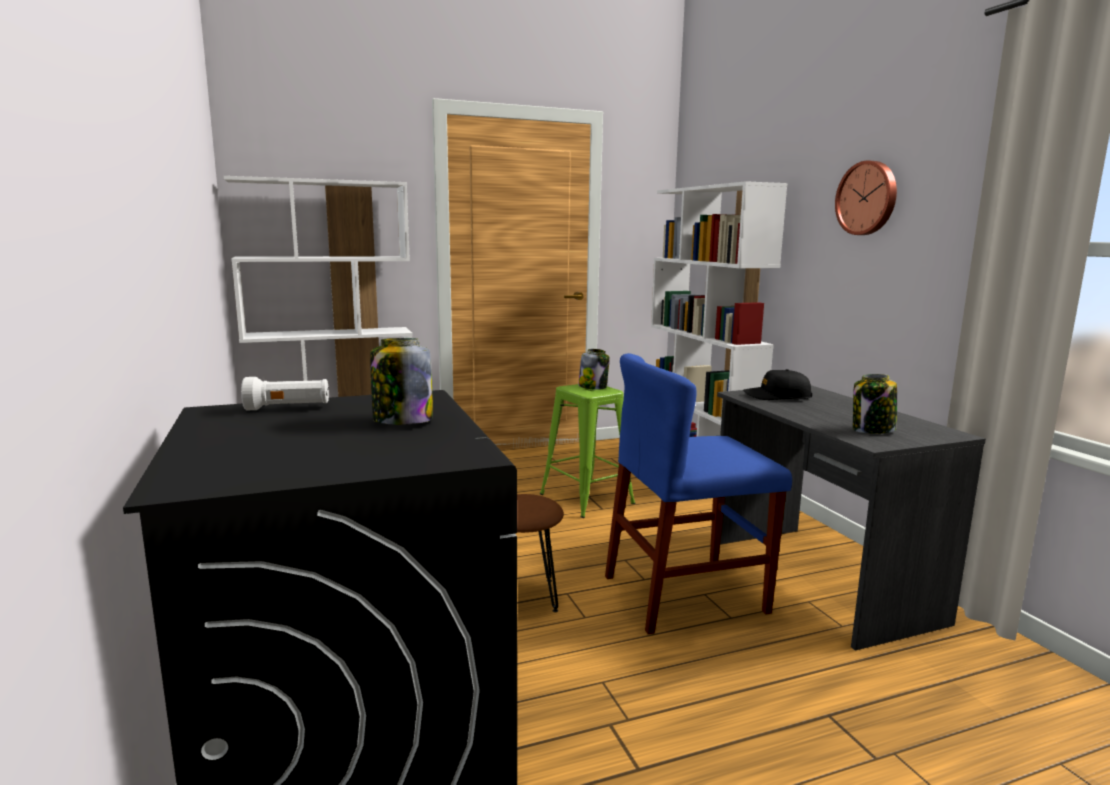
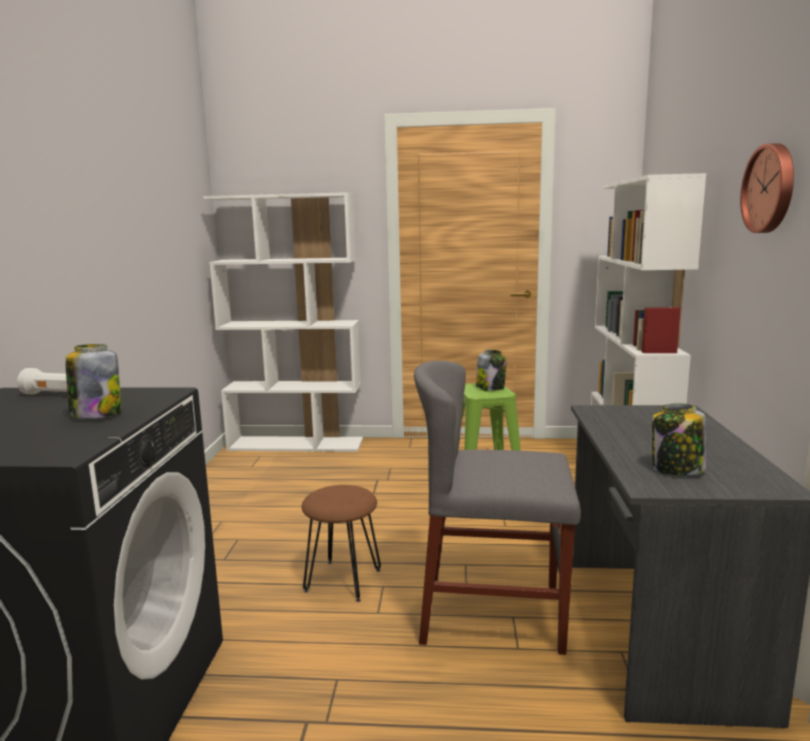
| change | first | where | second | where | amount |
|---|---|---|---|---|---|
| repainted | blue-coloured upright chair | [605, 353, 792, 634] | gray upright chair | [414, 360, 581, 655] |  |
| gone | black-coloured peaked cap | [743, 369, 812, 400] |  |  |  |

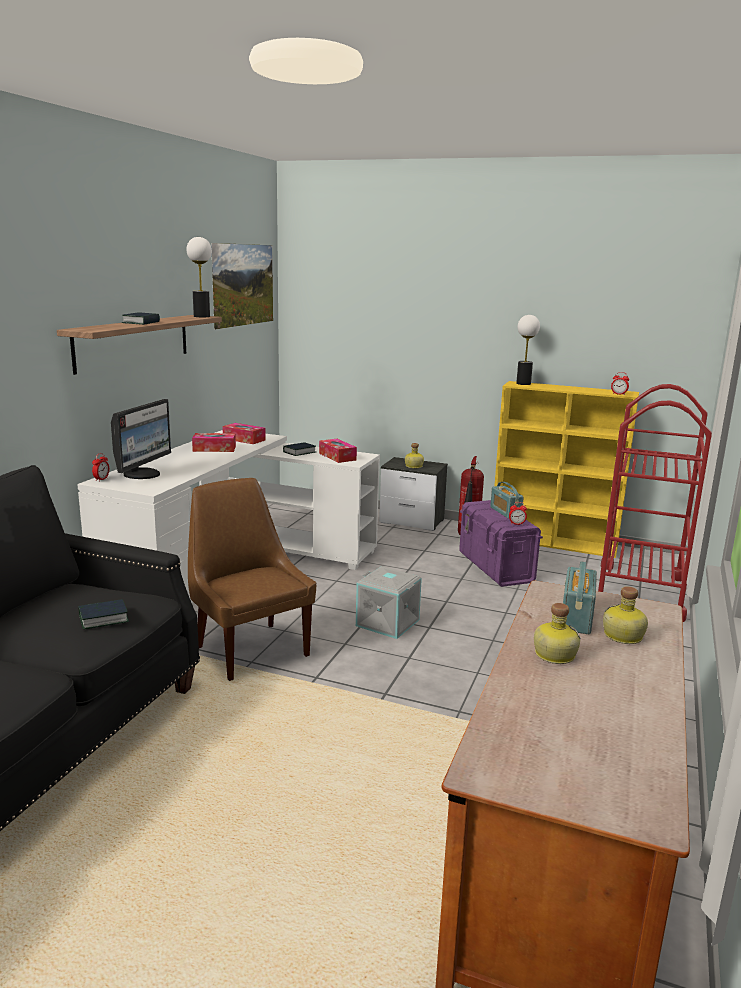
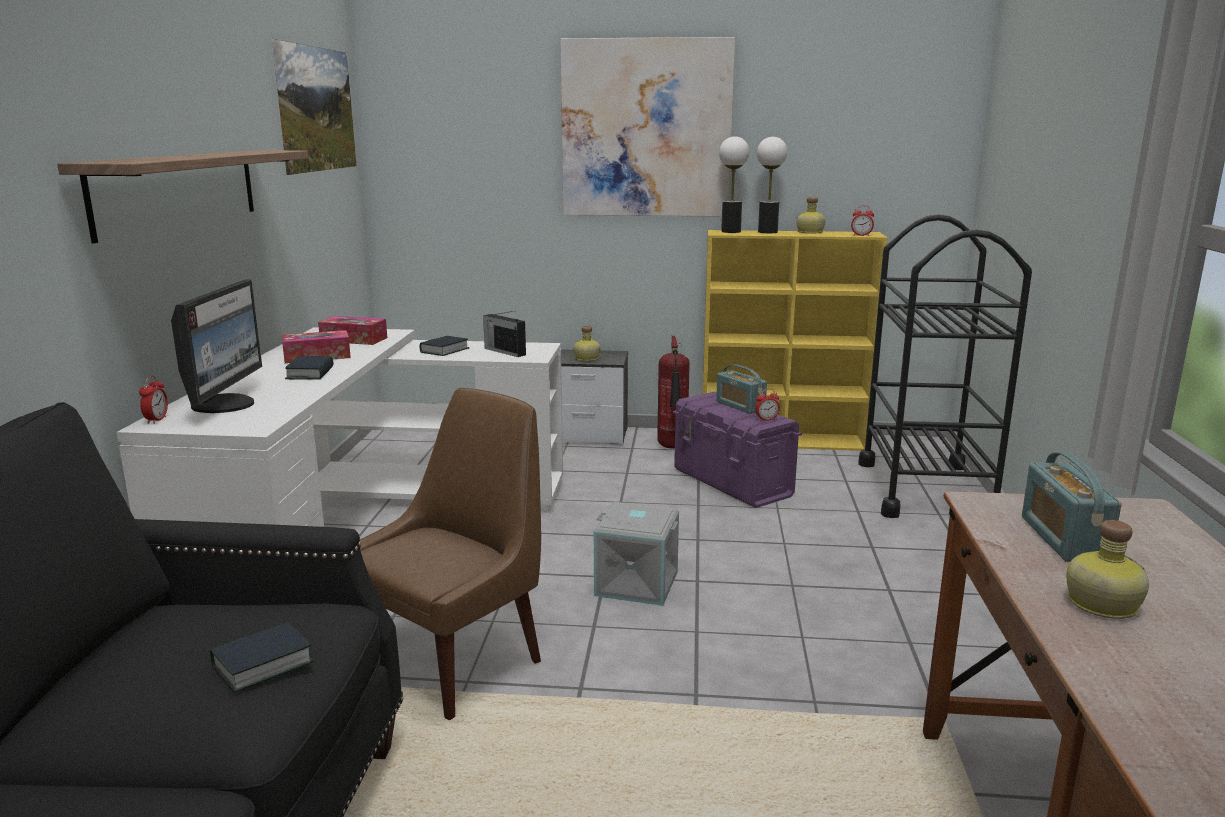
| change | first | where | second | where | amount |
|---|---|---|---|---|---|
| shifted | table lamp | [187, 237, 212, 317] |  | [757, 137, 787, 233] |  |
| shifted | book | [122, 312, 160, 325] |  | [285, 356, 333, 380] |  |
| repainted | red trolley | [598, 384, 712, 622] | black-coloured trolley | [858, 214, 1032, 518] |  |
| swapped | box of tissues | [319, 439, 357, 463] | radio | [483, 311, 526, 357] |  |
| rotated | brown-coloured upright chair | [188, 478, 316, 681] |  | [360, 388, 541, 720] | 90 degrees clockwise |
| shifted | bottle | [603, 586, 648, 644] |  | [796, 197, 825, 233] |  |
| new |  |  | picture | [560, 37, 735, 217] |  |

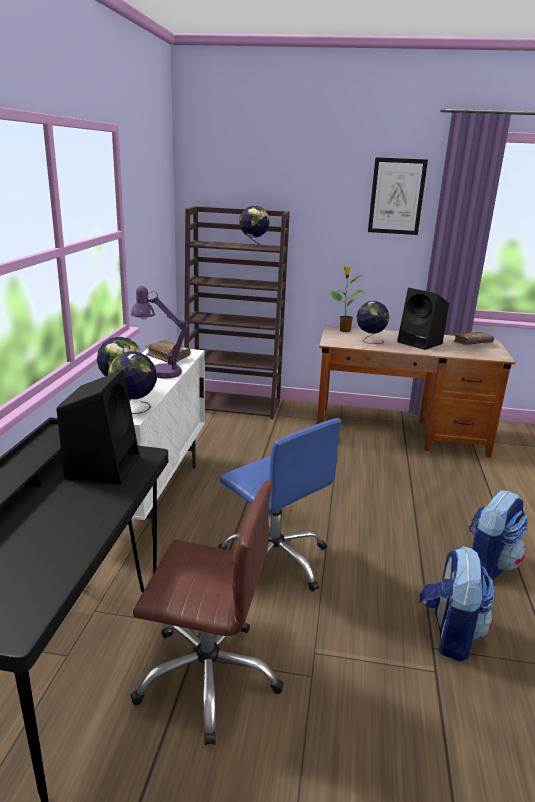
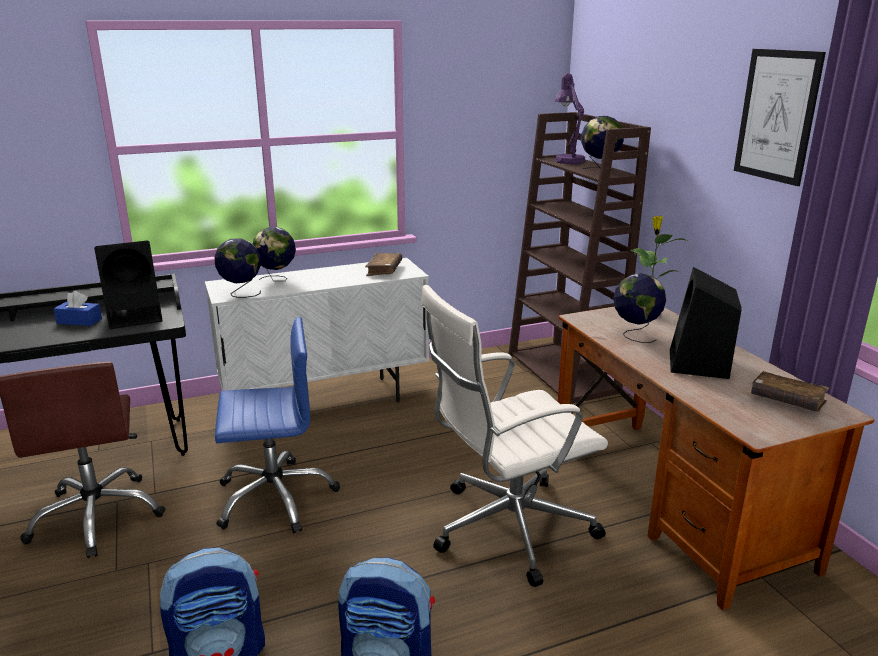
| change | first | where | second | where | amount |
|---|---|---|---|---|---|
| shifted | purple-coloured table lamp | [131, 286, 189, 379] |  | [555, 73, 585, 164] |  |
| rotated | blue-coloured desk chair | [218, 418, 342, 591] |  | [215, 317, 340, 533] | 120 degrees counterclockwise |
| new |  |  | white desk chair | [421, 285, 608, 587] |  |
| new |  |  | blue-coloured box of tissues | [54, 291, 102, 326] |  |

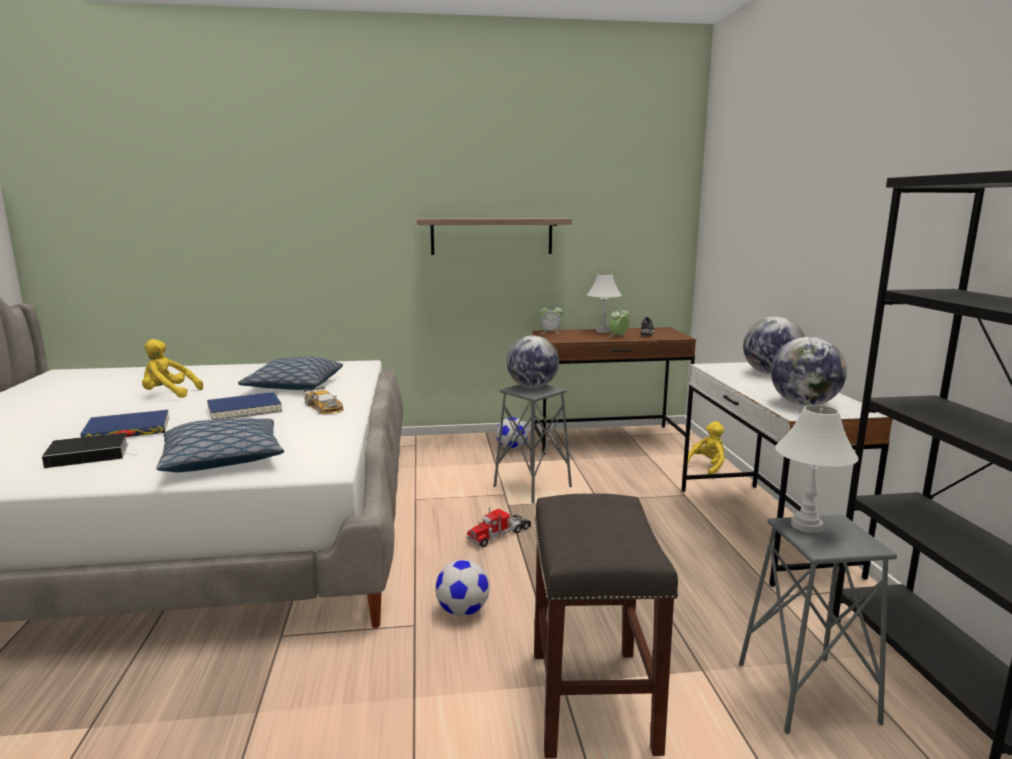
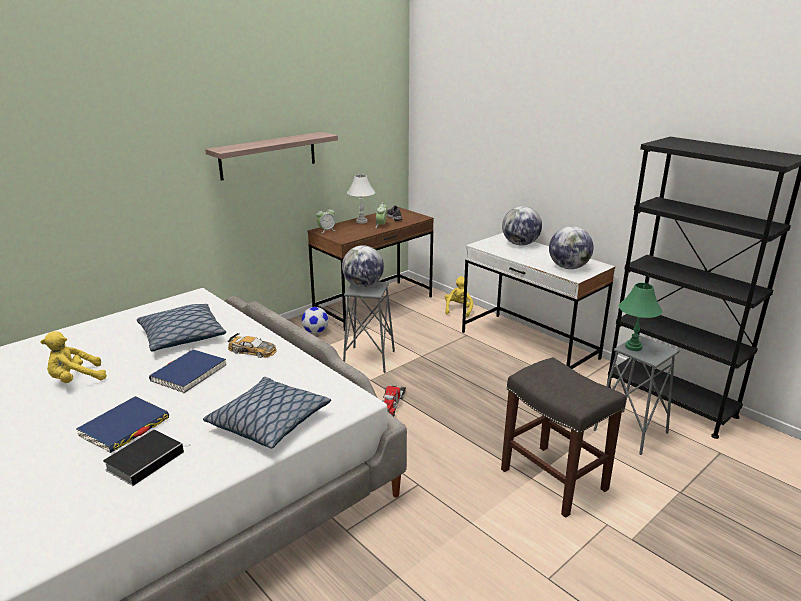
| change | first | where | second | where | amount |
|---|---|---|---|---|---|
| repainted | white table lamp | [775, 405, 859, 533] | green-coloured table lamp | [619, 283, 662, 351] |  |
| gone | football ball | [435, 560, 490, 617] |  |  |  |

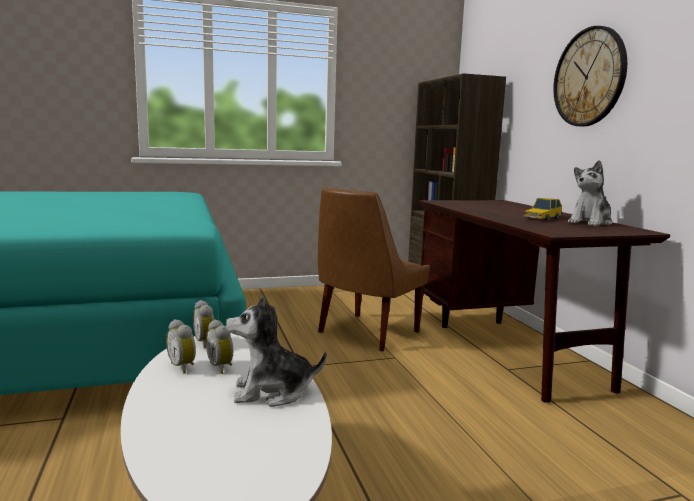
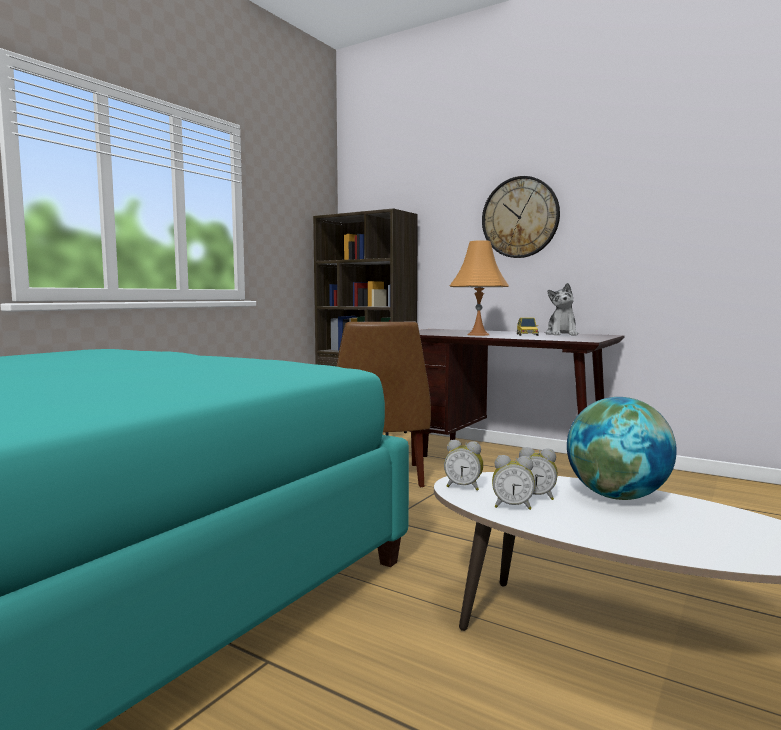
| change | first | where | second | where | amount |
|---|---|---|---|---|---|
| swapped | cuddly toy | [226, 295, 327, 407] | globe | [567, 397, 677, 500] |  |
| new |  |  | orange table lamp | [450, 240, 509, 336] |  |

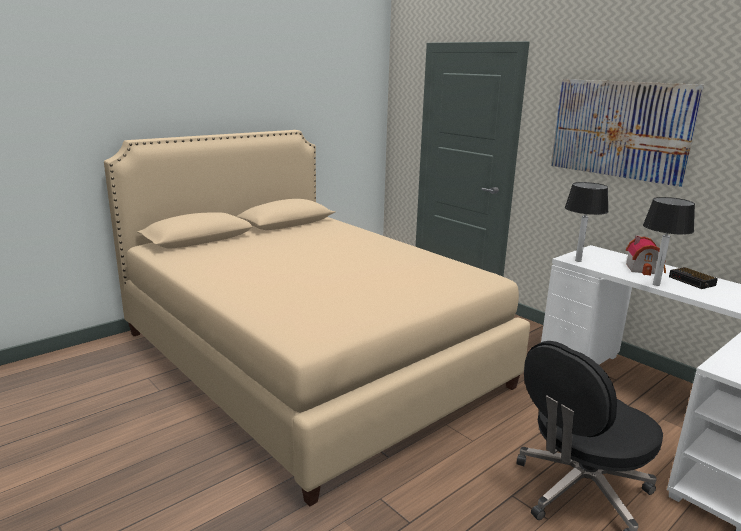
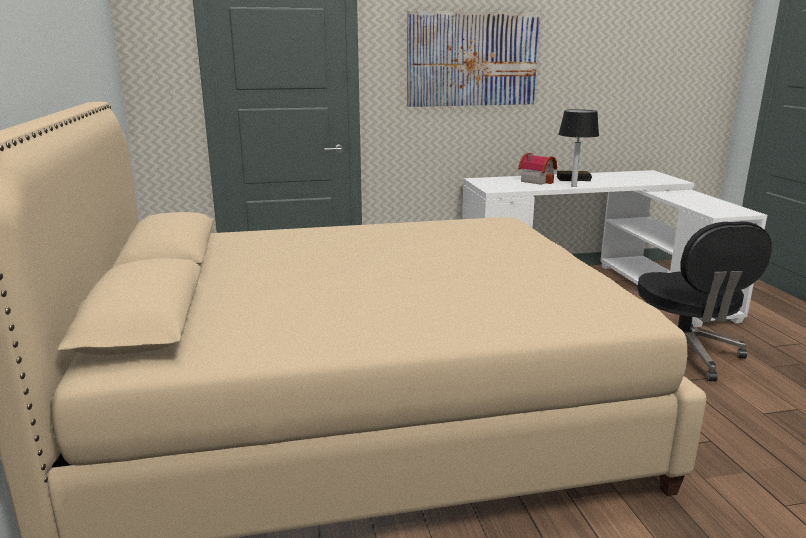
| change | first | where | second | where | amount |
|---|---|---|---|---|---|
| gone | table lamp | [565, 182, 609, 262] |  |  |  |

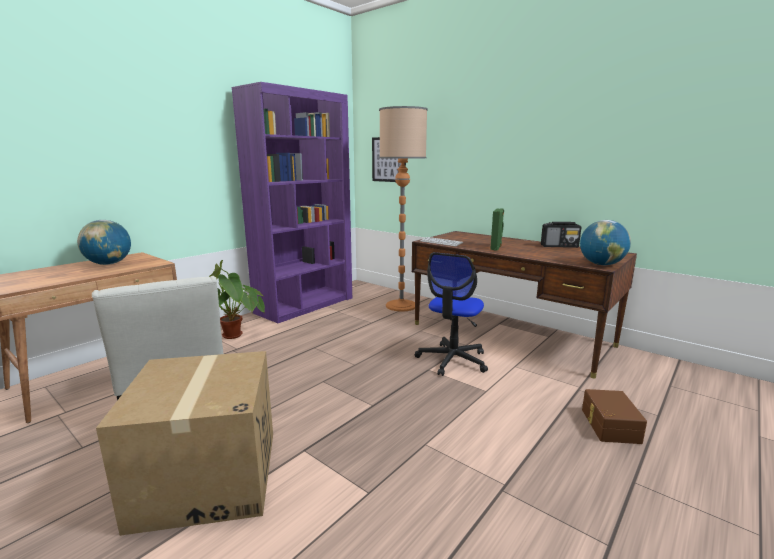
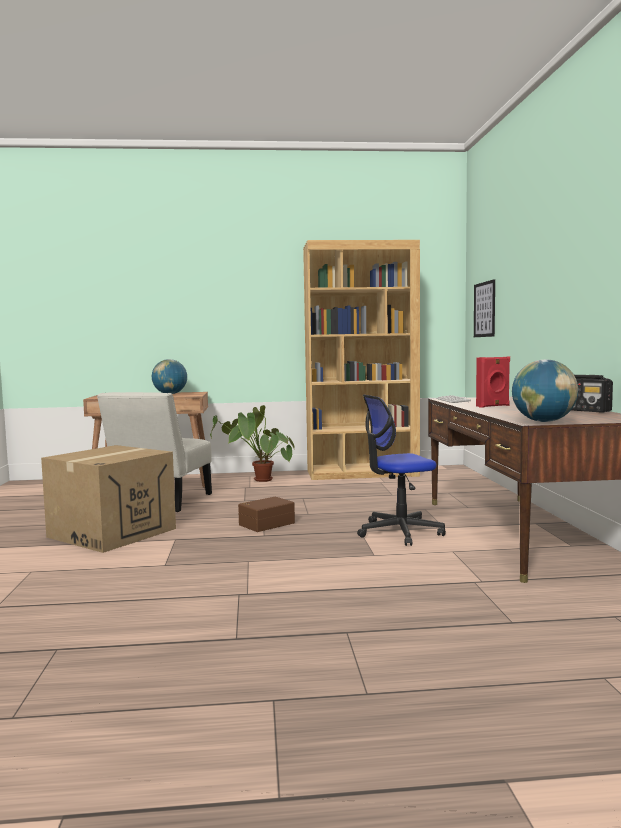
| change | first | where | second | where | amount |
|---|---|---|---|---|---|
| repainted | purple-coloured shelving unit | [232, 82, 352, 323] | brown-coloured shelving unit | [303, 240, 420, 480] |  |
| gone | standing lamp | [379, 106, 428, 312] |  |  |  |
| repainted | green-coloured audio speaker | [490, 208, 504, 251] | red audio speaker | [476, 356, 510, 408] |  |
| shifted | brown-coloured storage container | [582, 389, 647, 444] |  | [238, 497, 295, 532] |  |

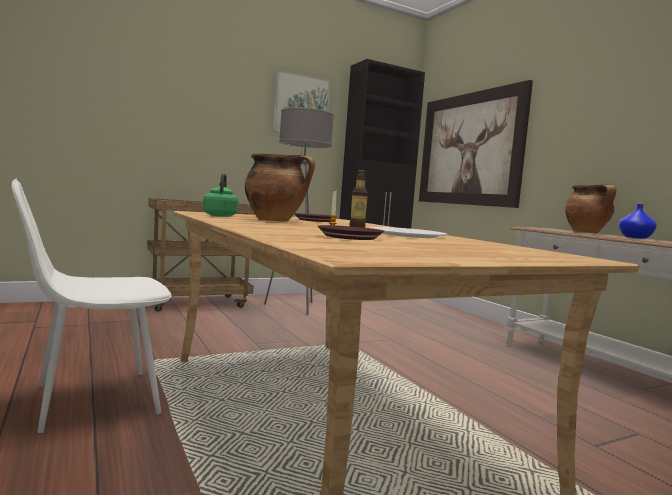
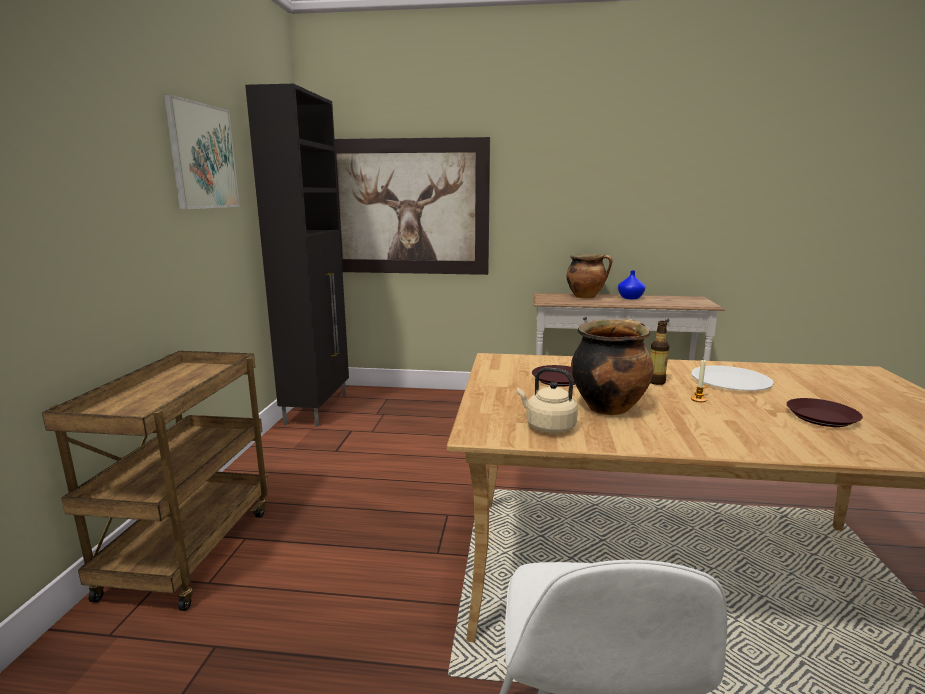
| change | first | where | second | where | amount |
|---|---|---|---|---|---|
| gone | gray standing lamp | [264, 108, 334, 315] |  |  |  |
| repainted | green-coloured tea kettle | [203, 173, 238, 217] | beige-coloured tea kettle | [517, 368, 578, 433] |  |

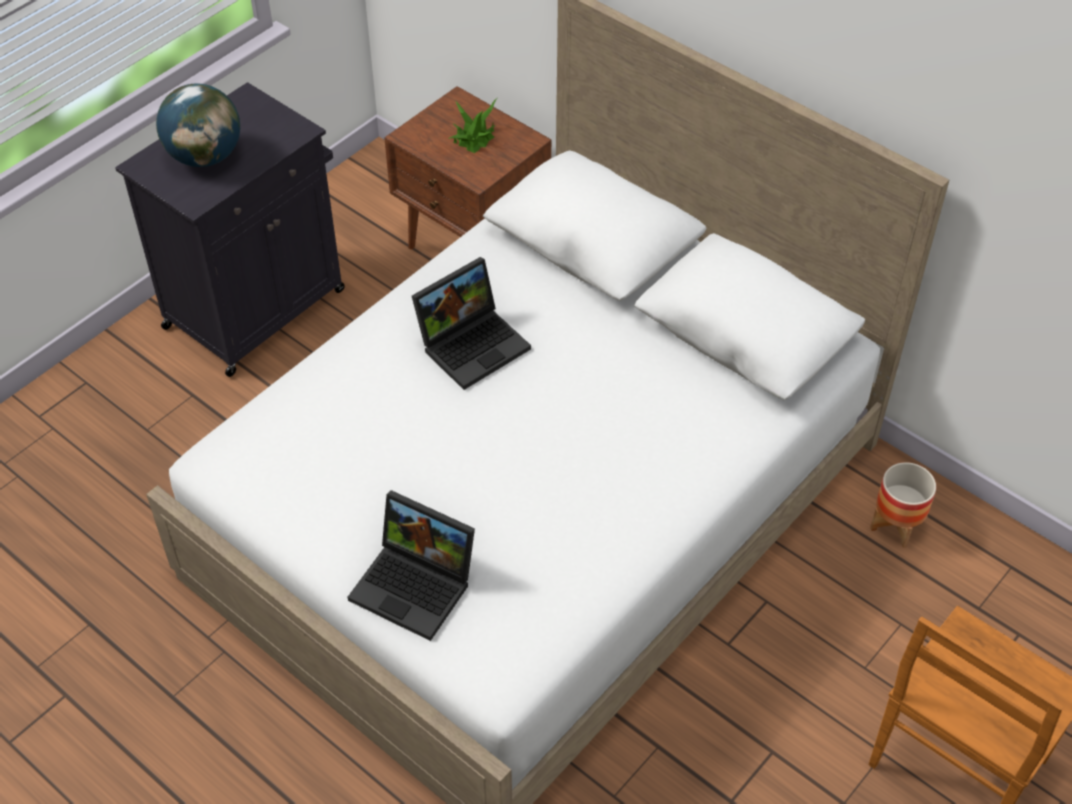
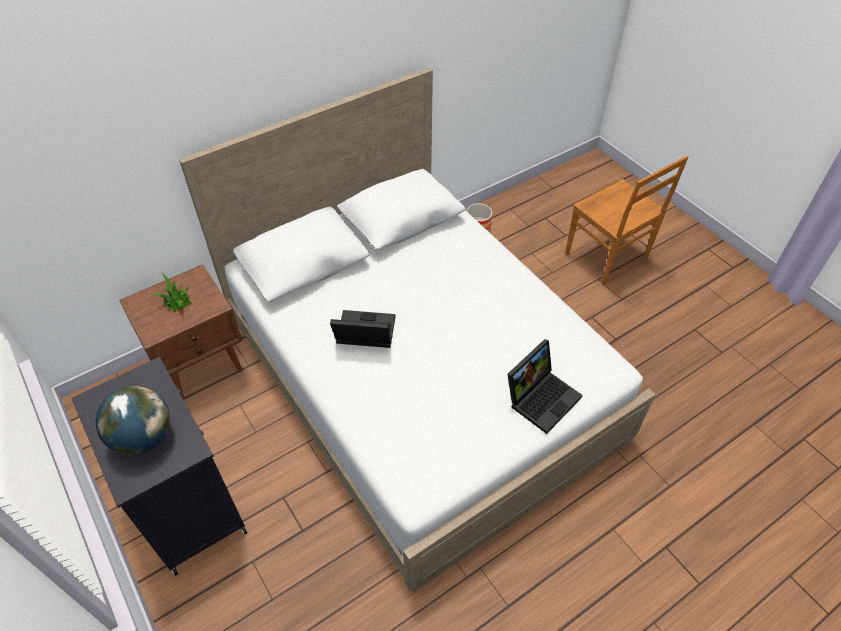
| change | first | where | second | where | amount |
|---|---|---|---|---|---|
| rotated | laptop | [412, 257, 531, 390] |  | [330, 310, 396, 348] | 60 degrees counterclockwise |

